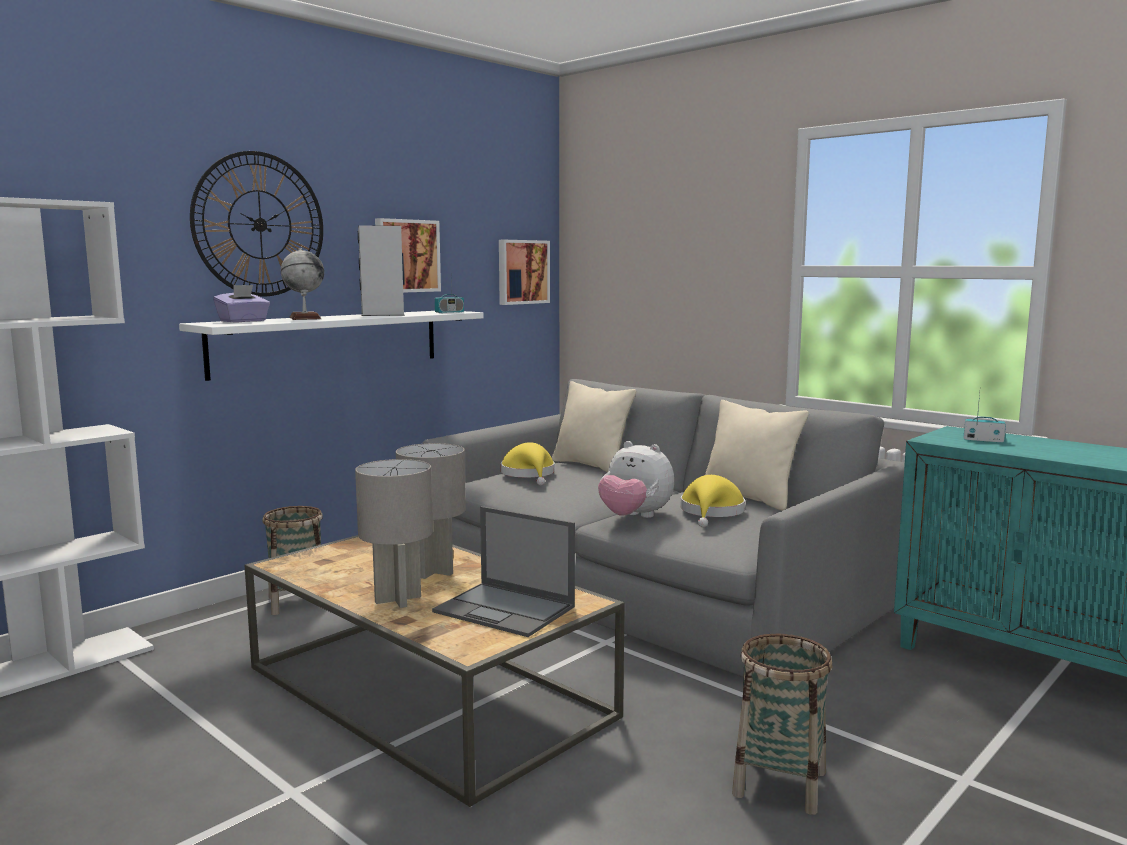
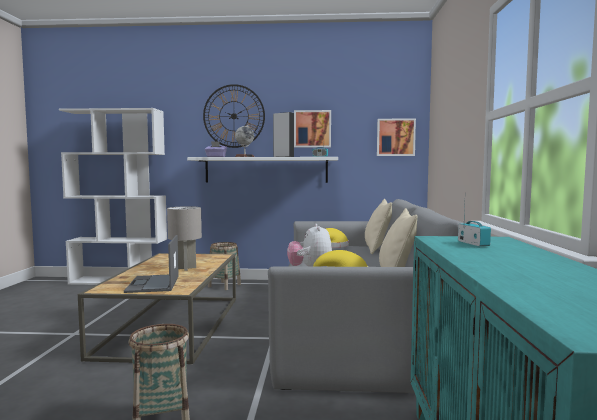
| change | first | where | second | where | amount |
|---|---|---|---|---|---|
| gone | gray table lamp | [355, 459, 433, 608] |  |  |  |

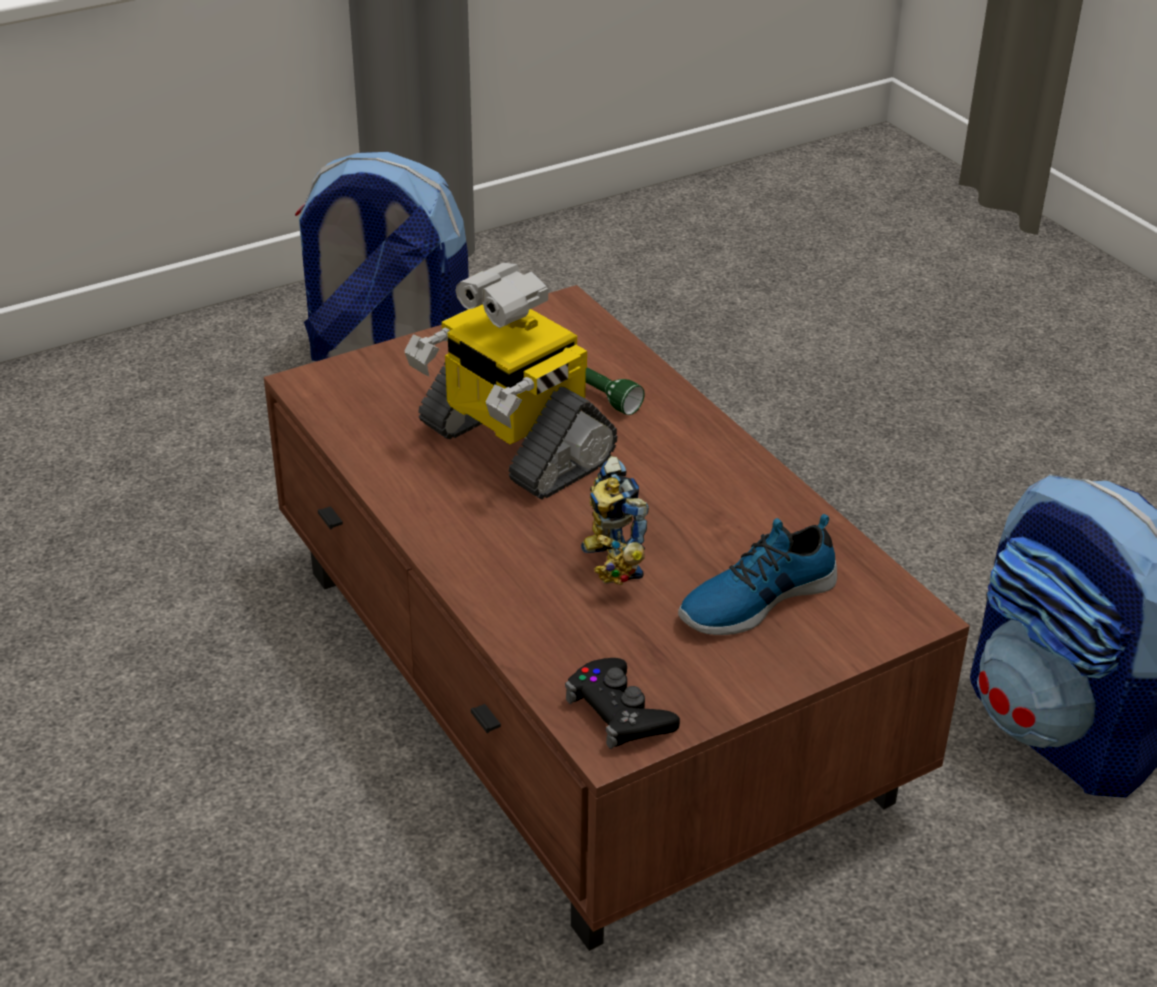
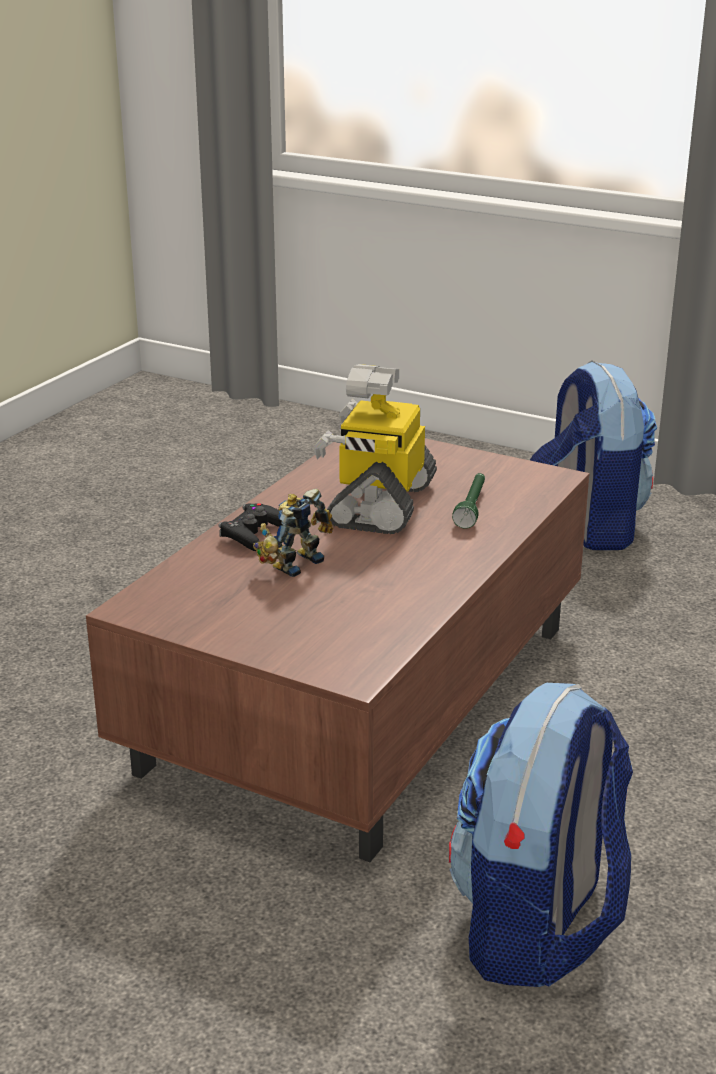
| change | first | where | second | where | amount |
|---|---|---|---|---|---|
| gone | shoe | [678, 514, 837, 635] |  |  |  |
| shifted | black-coloured gamepad | [565, 658, 680, 749] |  | [219, 503, 282, 551] |  |

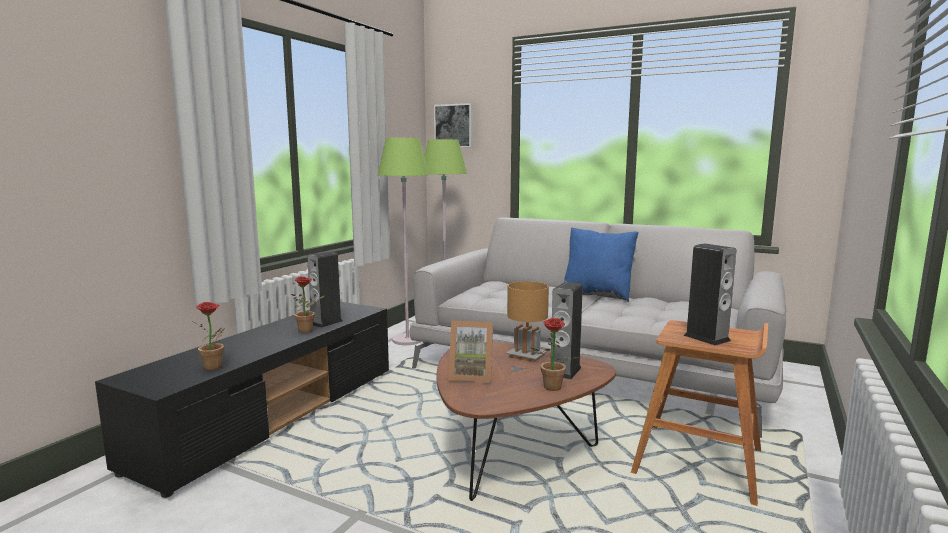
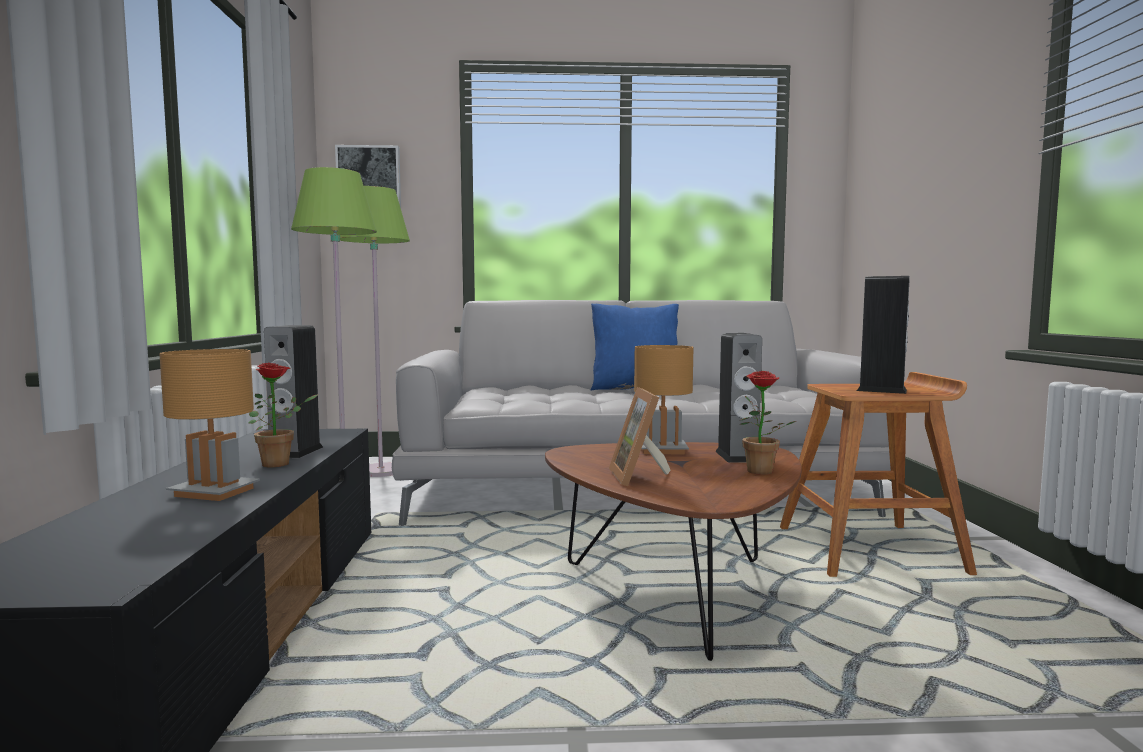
| change | first | where | second | where | amount |
|---|---|---|---|---|---|
| gone | potted plant | [193, 302, 225, 370] |  |  |  |
| rotated | photo frame | [448, 321, 493, 383] |  | [609, 387, 671, 486] | 105 degrees clockwise |
| new |  |  | brown-coloured table lamp | [159, 349, 260, 501] |  |

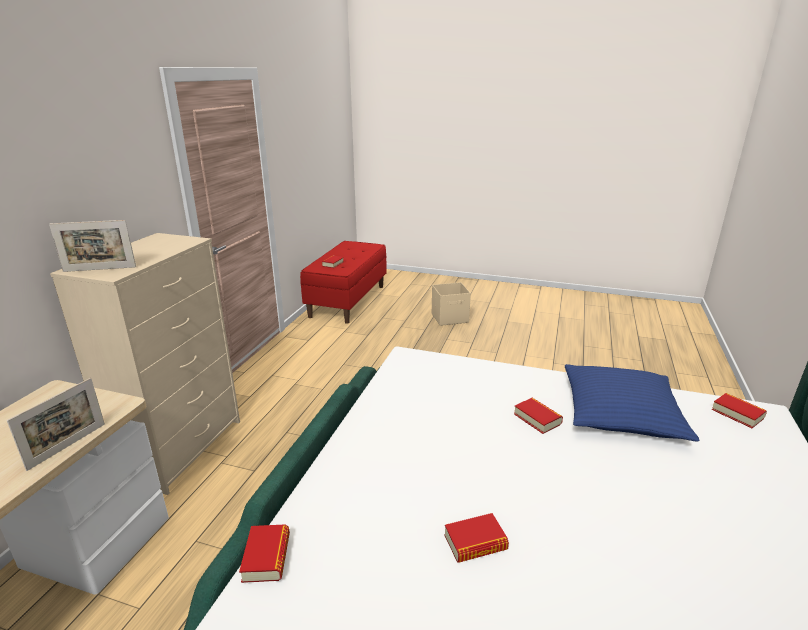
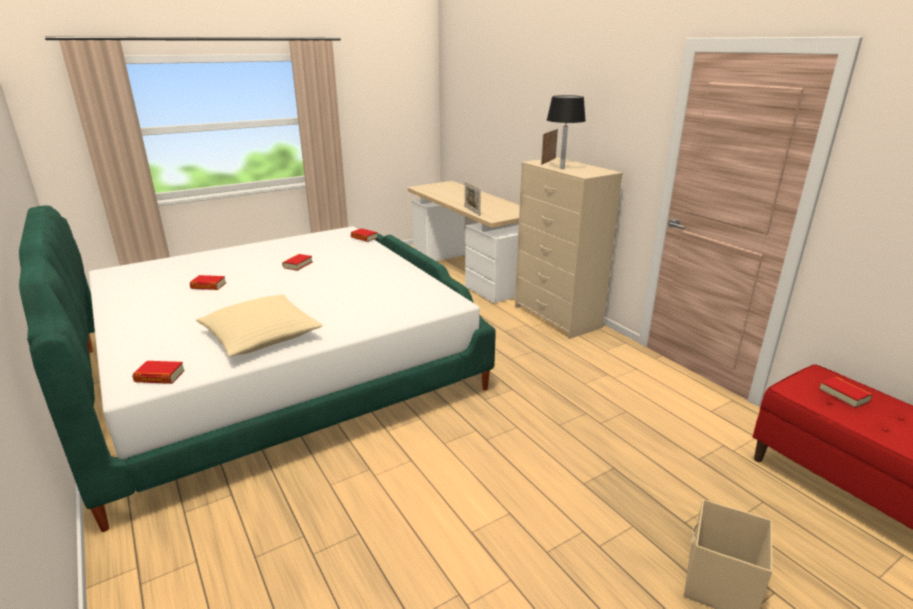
| change | first | where | second | where | amount |
|---|---|---|---|---|---|
| repainted | blue-coloured cushion | [565, 364, 699, 441] | beige-coloured cushion | [196, 294, 322, 357] |  |
| shifted | book | [514, 398, 563, 434] |  | [190, 275, 226, 290] |  |
| new |  |  | black-coloured table lamp | [547, 95, 586, 169] |  |

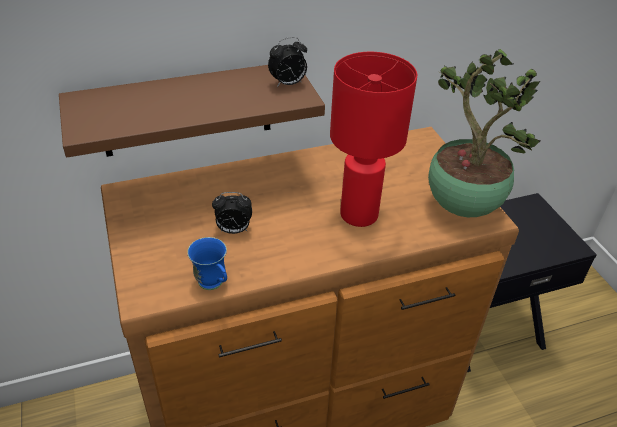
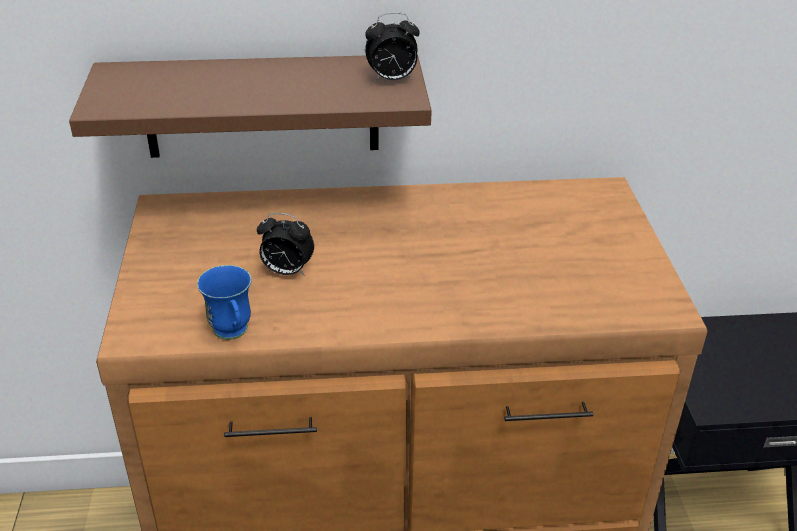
| change | first | where | second | where | amount |
|---|---|---|---|---|---|
| gone | potted plant | [428, 49, 541, 217] |  |  |  |
| gone | red table lamp | [330, 52, 417, 227] |  |  |  |

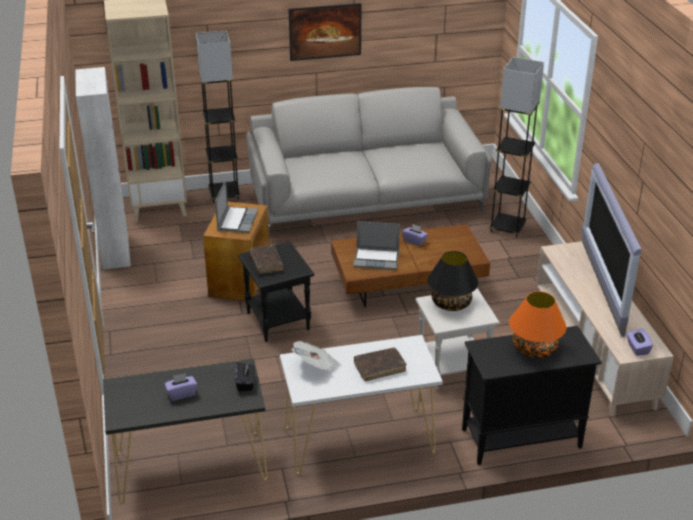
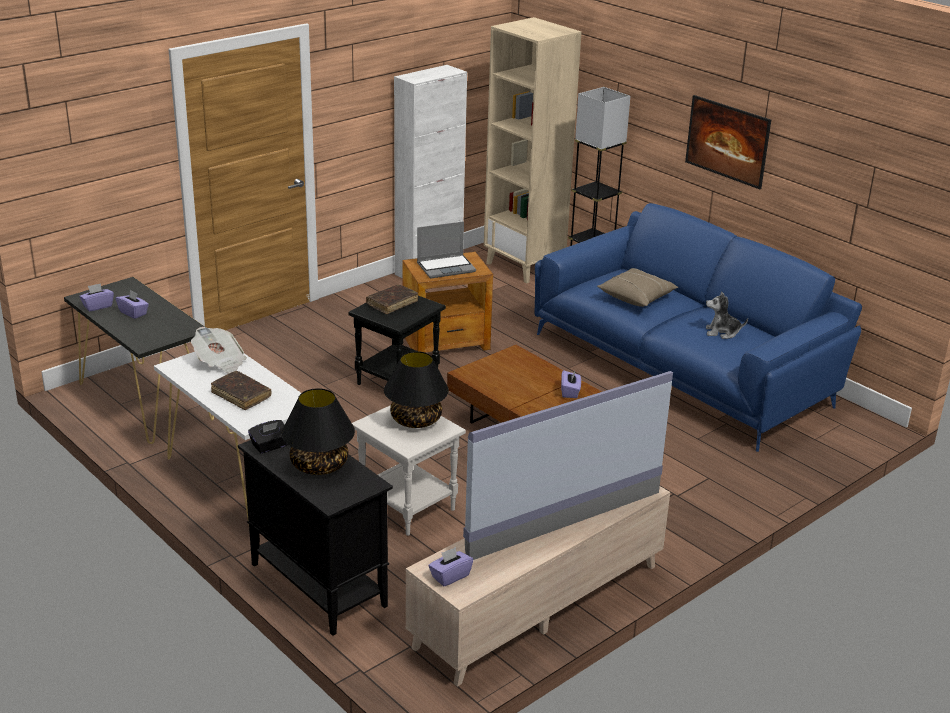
| change | first | where | second | where | amount |
|---|---|---|---|---|---|
| gone | gray standing lamp | [489, 57, 544, 238] |  |  |  |
| repainted | gray couch | [246, 87, 492, 238] | blue-coloured couch | [534, 203, 862, 452] |  |
| gone | laptop | [353, 221, 400, 270] |  |  |  |
| repainted | orange table lamp | [509, 292, 566, 358] | black-coloured table lamp | [281, 388, 355, 475] |  |
| shifted | black-coloured box of tissues | [235, 362, 255, 391] |  | [248, 420, 287, 453] |  |
| new |  |  | beige-coloured cushion | [597, 268, 678, 307] |  |
| new |  |  | purple-coloured box of tissues | [80, 283, 114, 312] |  |
| new |  |  | cuddly toy | [706, 291, 748, 339] |  |

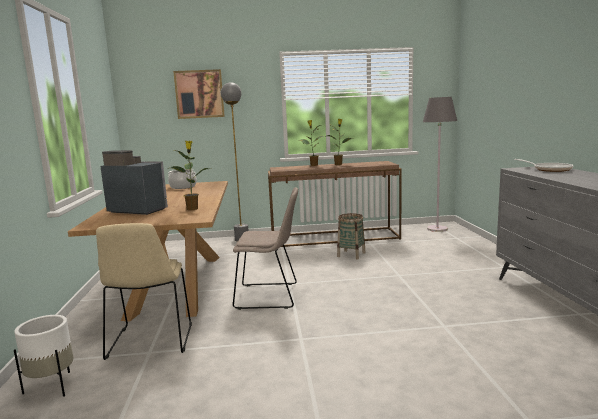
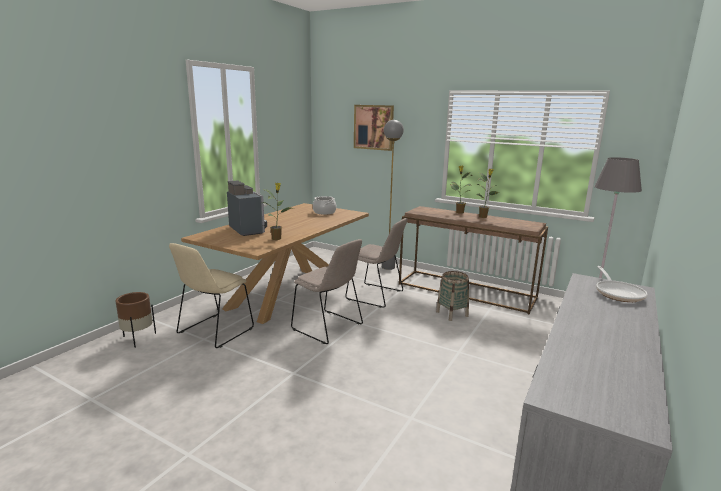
| change | first | where | second | where | amount |
|---|---|---|---|---|---|
| repainted | white flower pot | [14, 315, 73, 397] | brown-coloured flower pot | [115, 292, 156, 348] |  |
| new |  |  | beige-coloured upright chair | [345, 218, 407, 308] |  |

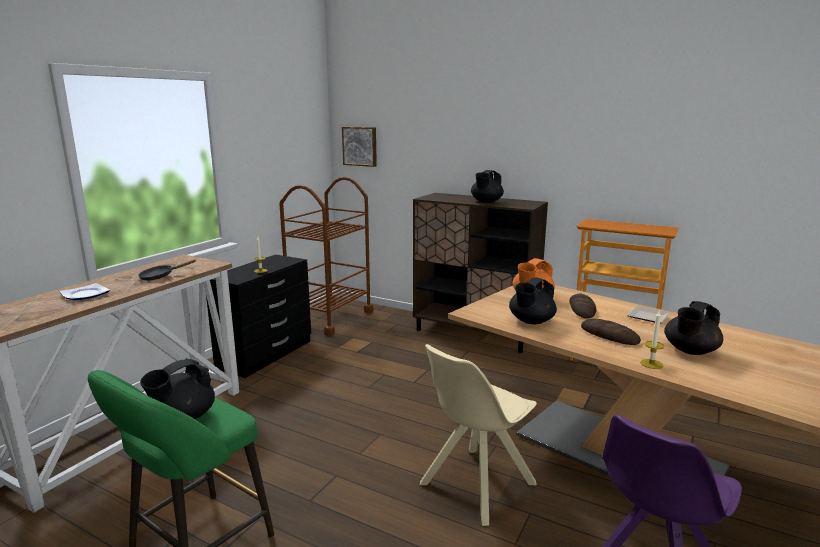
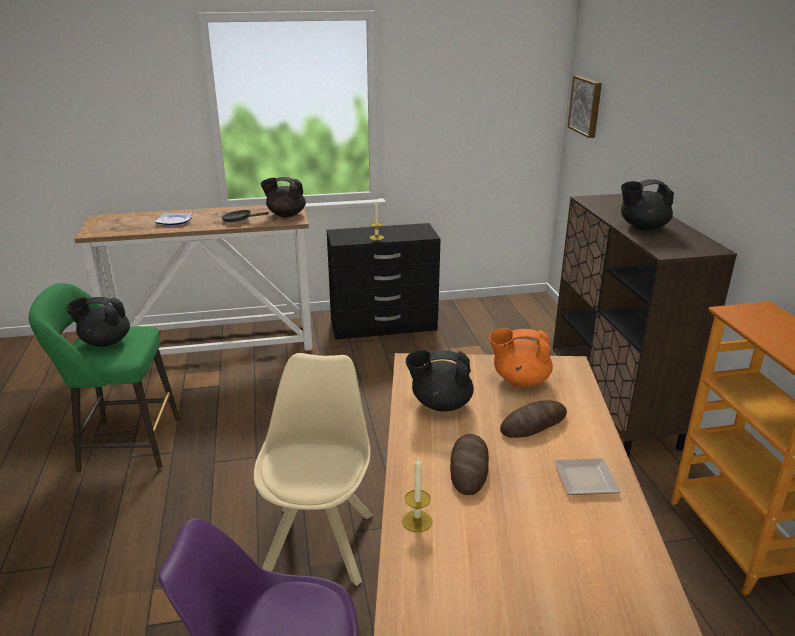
| change | first | where | second | where | amount |
|---|---|---|---|---|---|
| gone | brown-coloured trolley | [279, 177, 373, 336] |  |  |  |
| shifted | black-coloured tea pot | [664, 301, 723, 355] |  | [261, 177, 306, 217] |  |
| rotated | beige-coloured upright chair | [420, 344, 537, 526] |  | [254, 353, 373, 586] | 90 degrees clockwise |

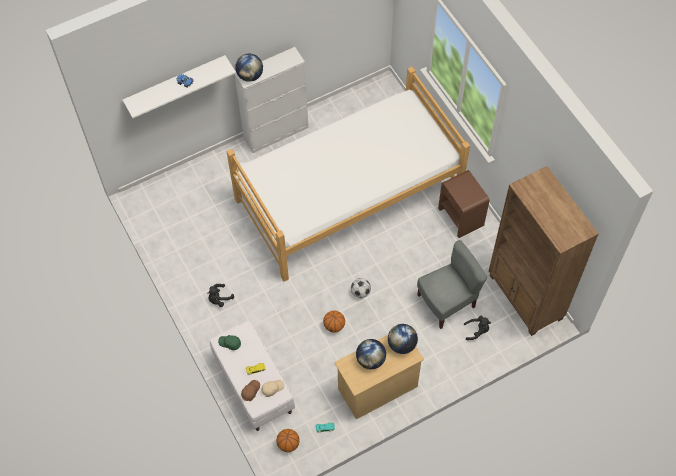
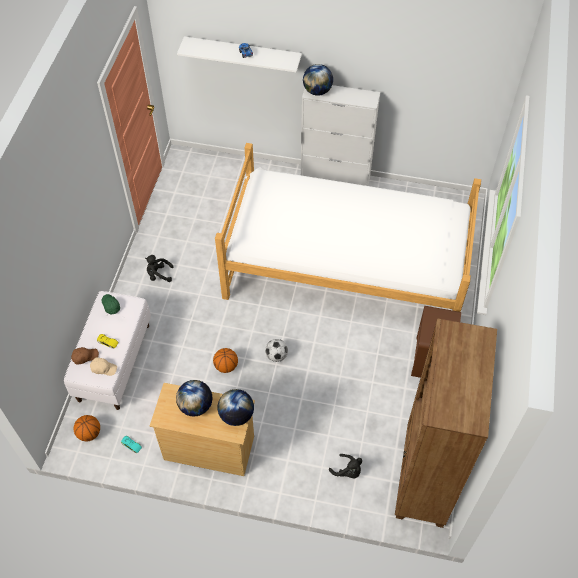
| change | first | where | second | where | amount |
|---|---|---|---|---|---|
| gone | gray upright chair | [417, 240, 488, 329] |  |  |  |

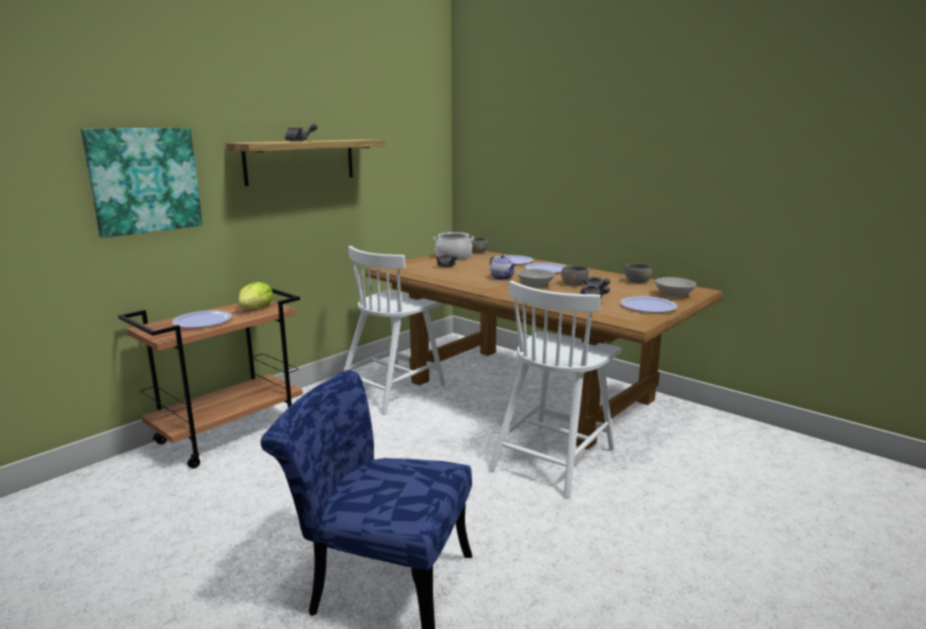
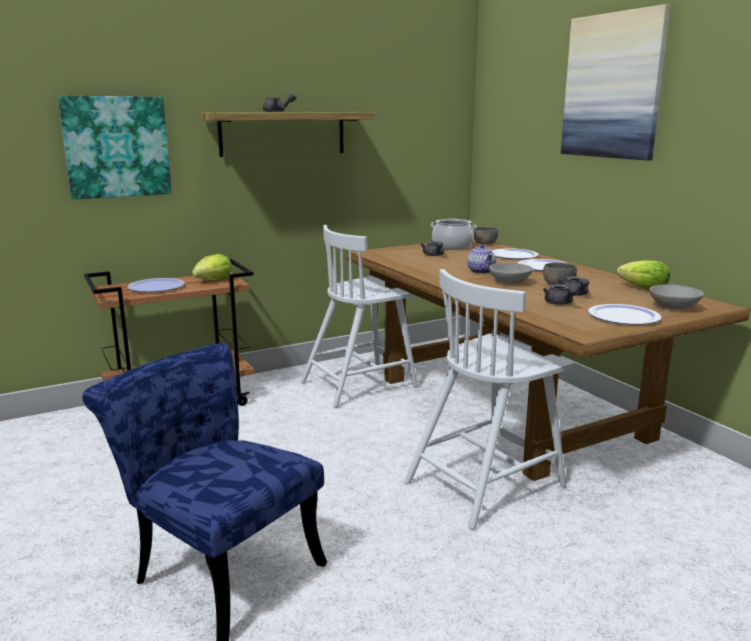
| change | first | where | second | where | amount |
|---|---|---|---|---|---|
| swapped | gray serving bowl | [625, 263, 652, 283] | lettuce head | [617, 260, 670, 290] |  |
| new |  |  | picture | [561, 4, 671, 161] |  |

